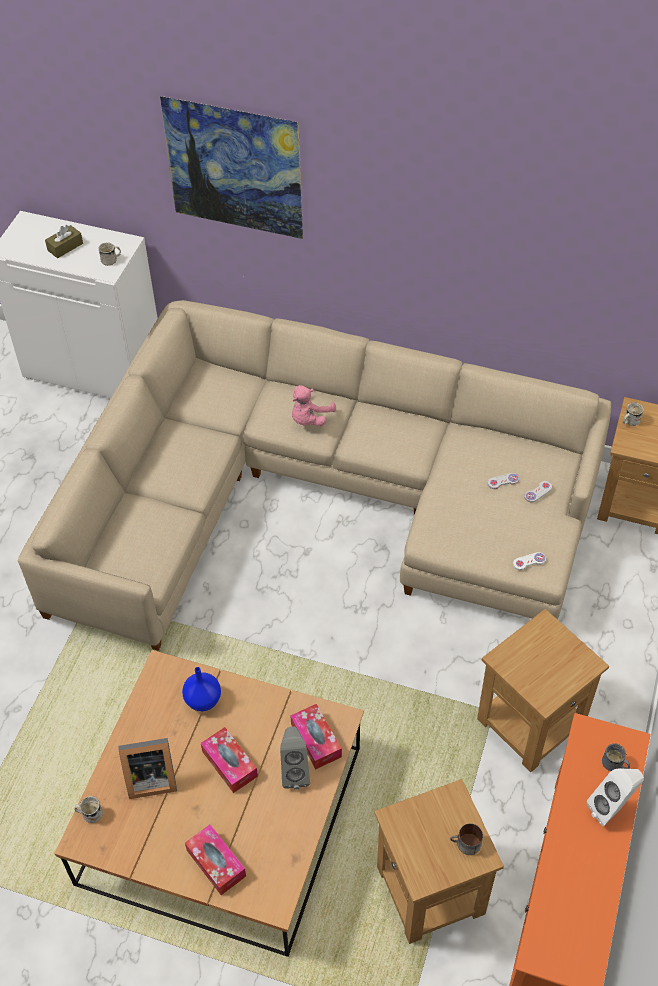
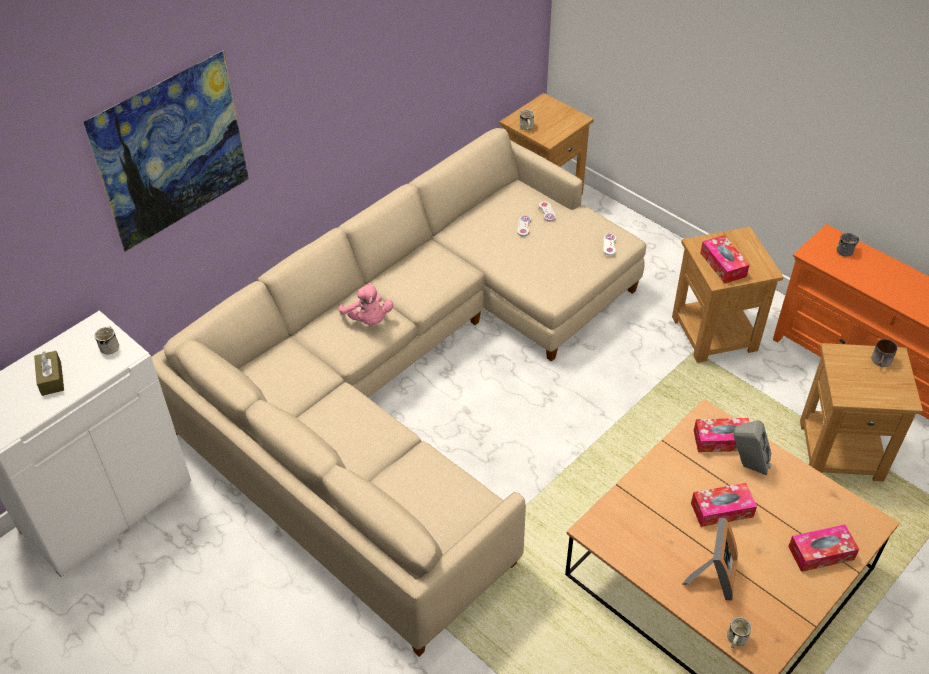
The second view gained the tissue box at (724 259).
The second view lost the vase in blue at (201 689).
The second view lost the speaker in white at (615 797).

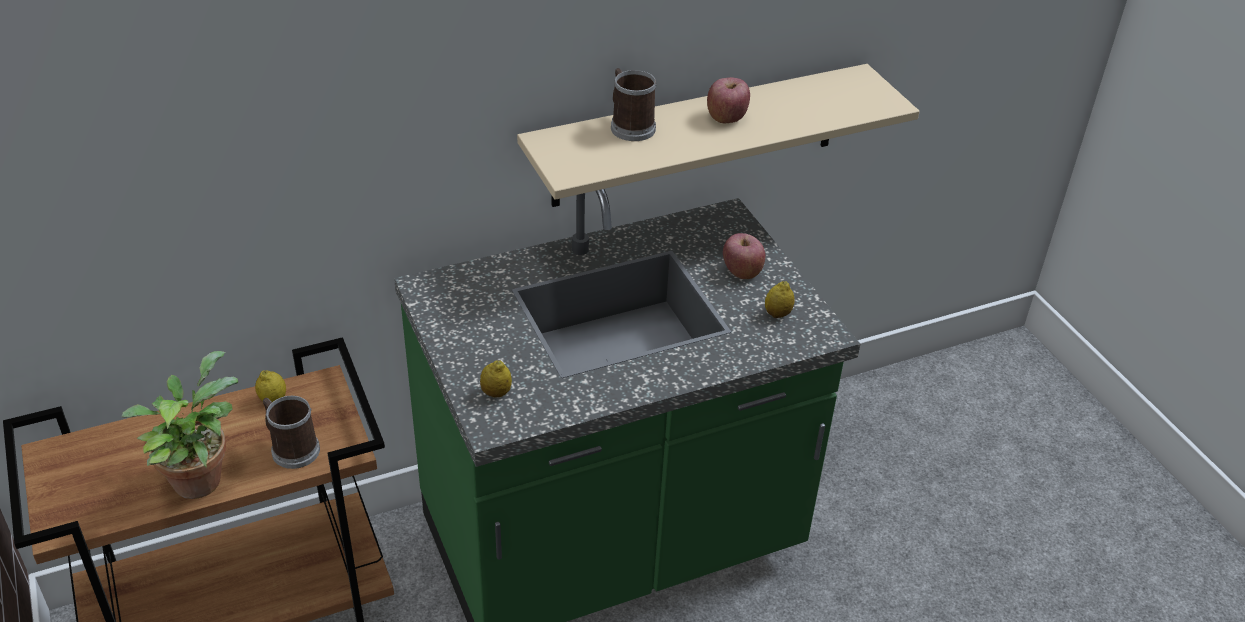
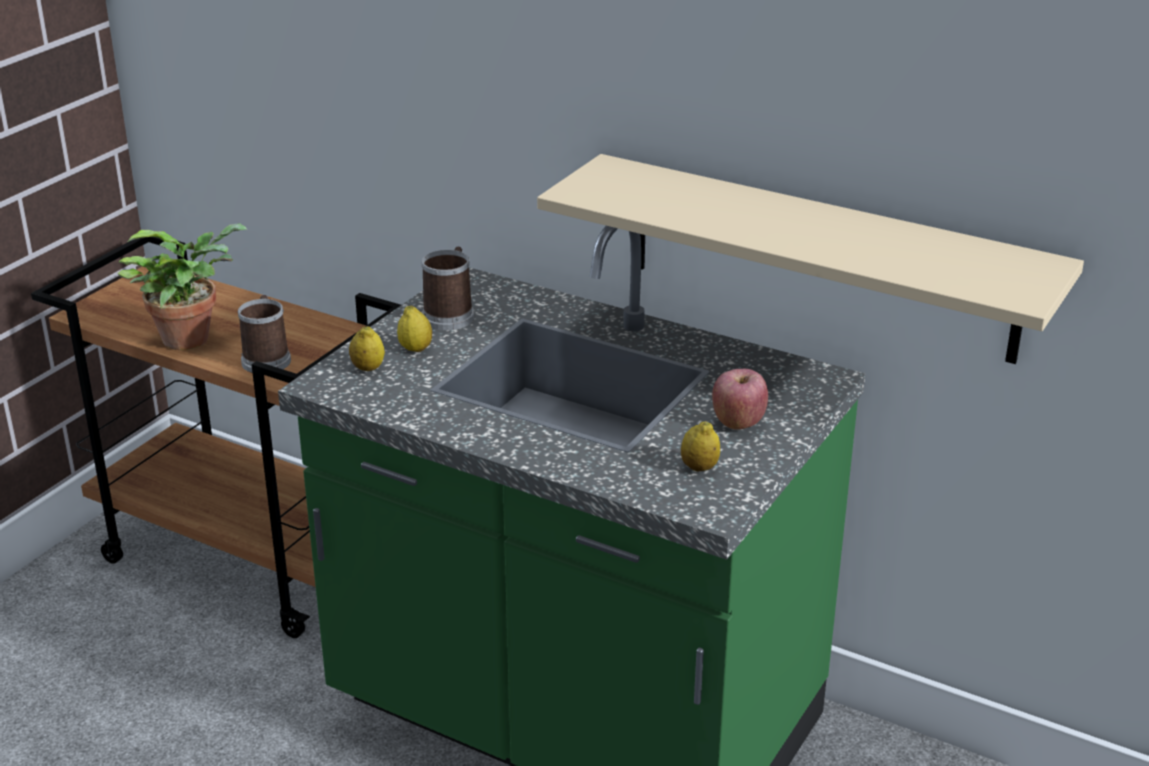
The lemon ended up elsewhere, having gone from (270 386) to (414 329).
The mug ended up elsewhere, having gone from (634 104) to (448 288).
The second view lost the apple at (728 100).

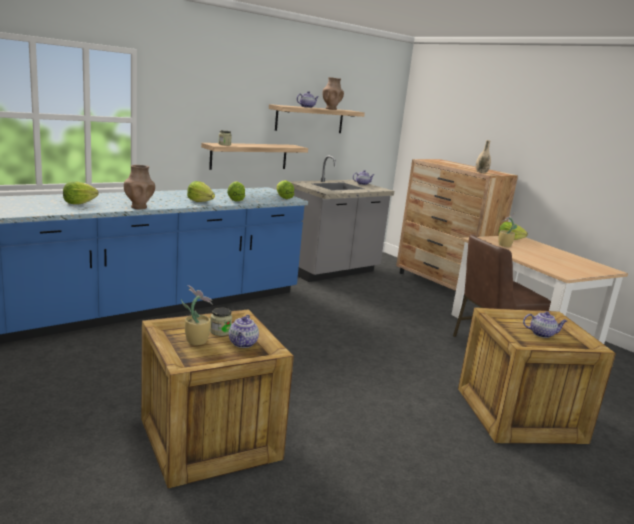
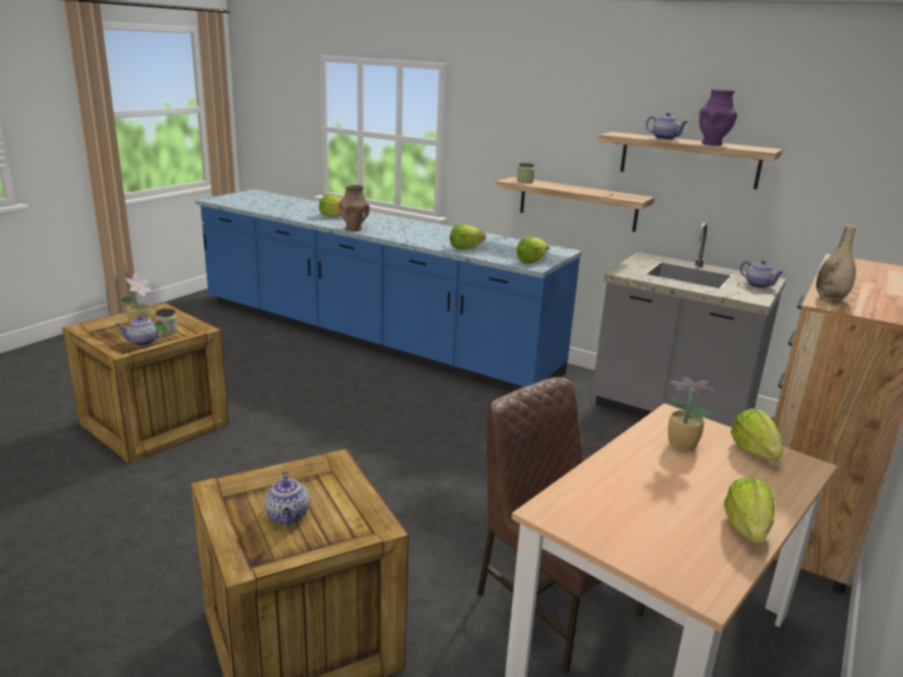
What was the vase in brown at (333 93) turned into the vase in purple at (718 117).
The lettuce ended up elsewhere, having gone from (201 191) to (749 510).

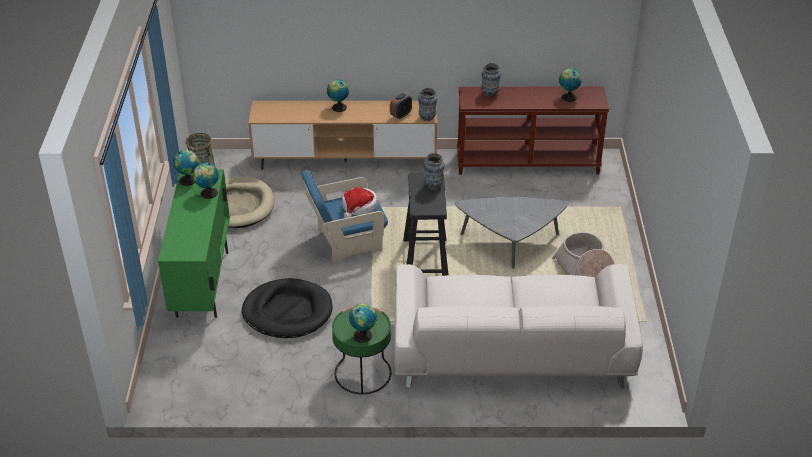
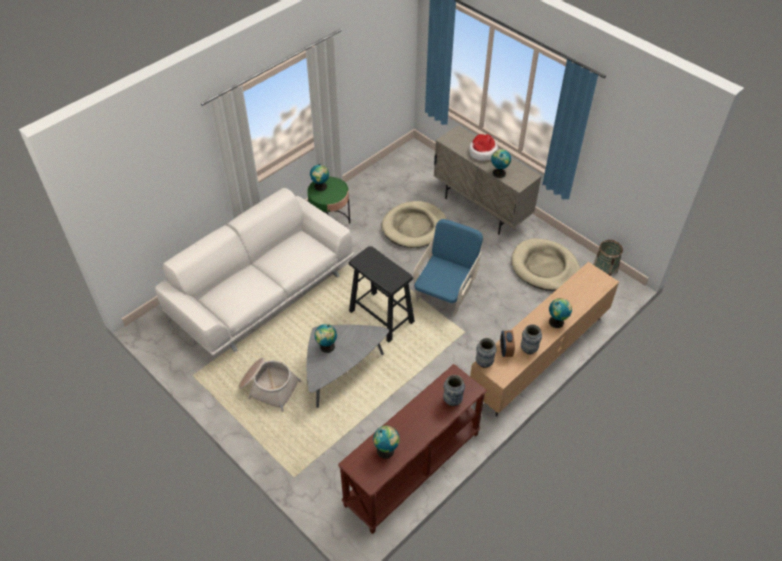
The globe ended up elsewhere, having gone from (186 168) to (326 338).
What was the dog bed in black at (287 308) turned into the dog bed in beige at (414 224).
What was the cabinet in green at (194 243) turned into the cabinet in beige at (488 180).
The hat ended up elsewhere, having gone from (360 202) to (483 147).
The vase ended up elsewhere, having gone from (434 171) to (531 339).

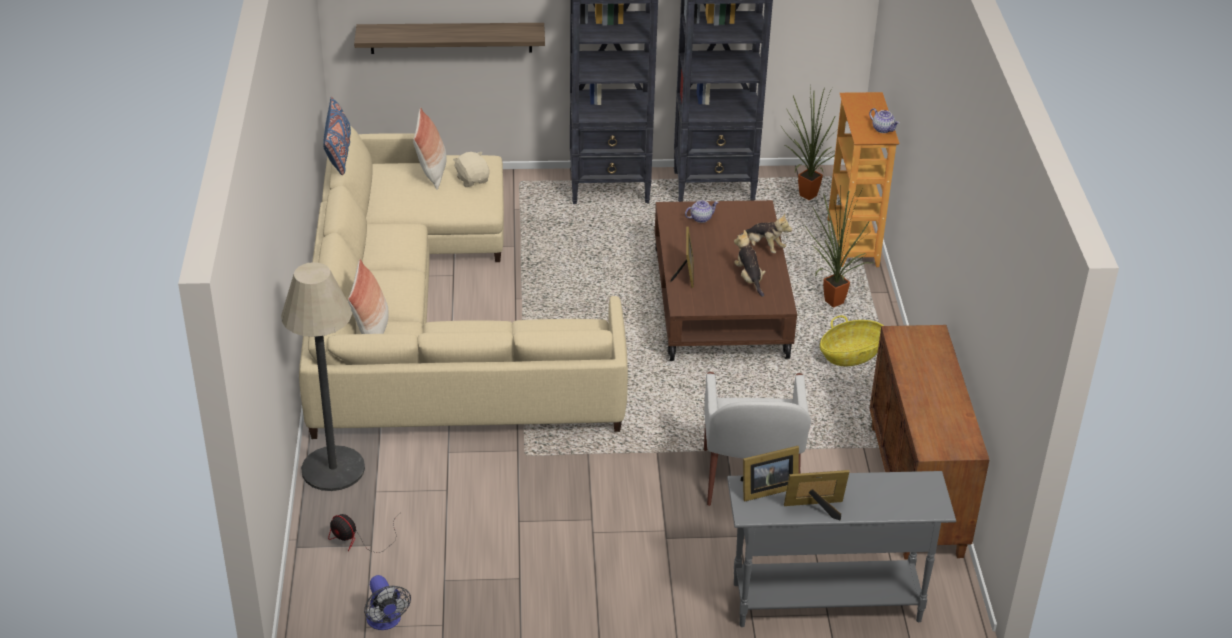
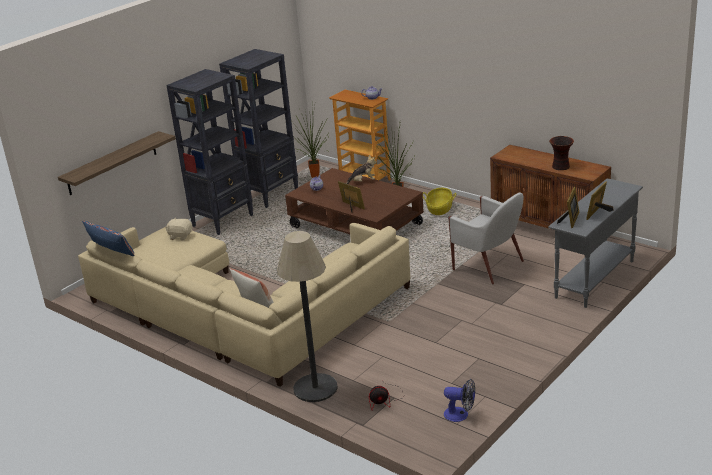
The second view gained the vase at (561 153).
The second view lost the pillow at (430 149).
The second view lost the plush toy at (749 263).

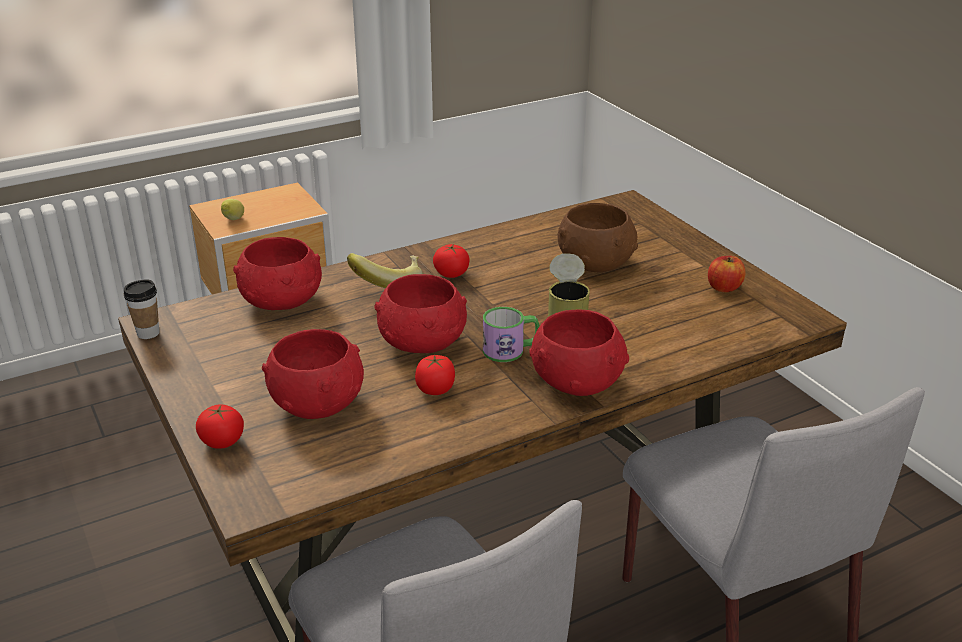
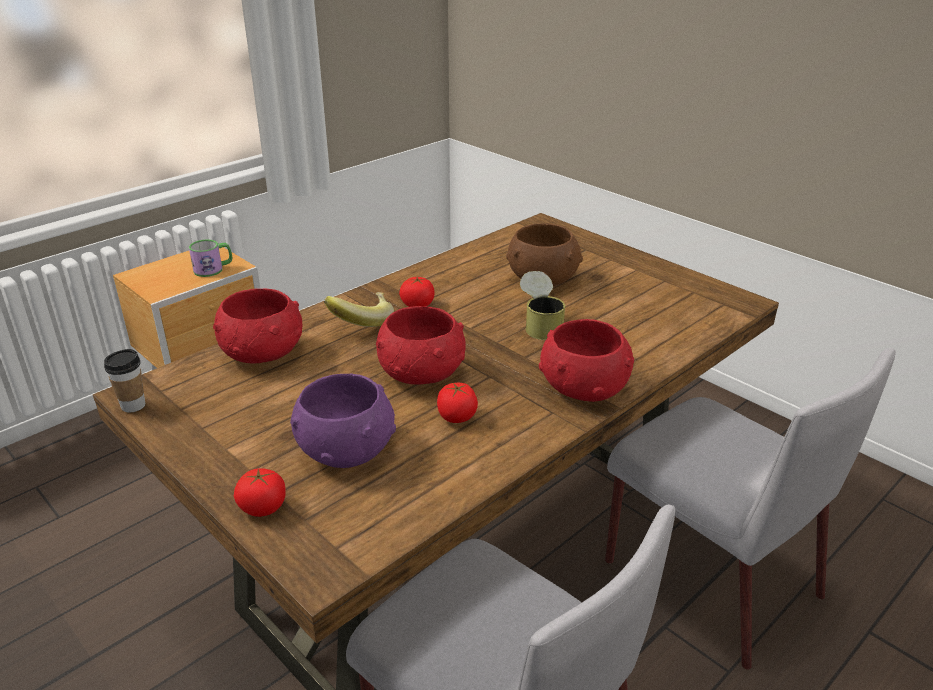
The mug ended up elsewhere, having gone from (511 334) to (210 258).
What was the bowl in red at (313 374) turned into the bowl in purple at (343 421).
The second view lost the lemon at (232 209).
The second view lost the apple at (727 274).

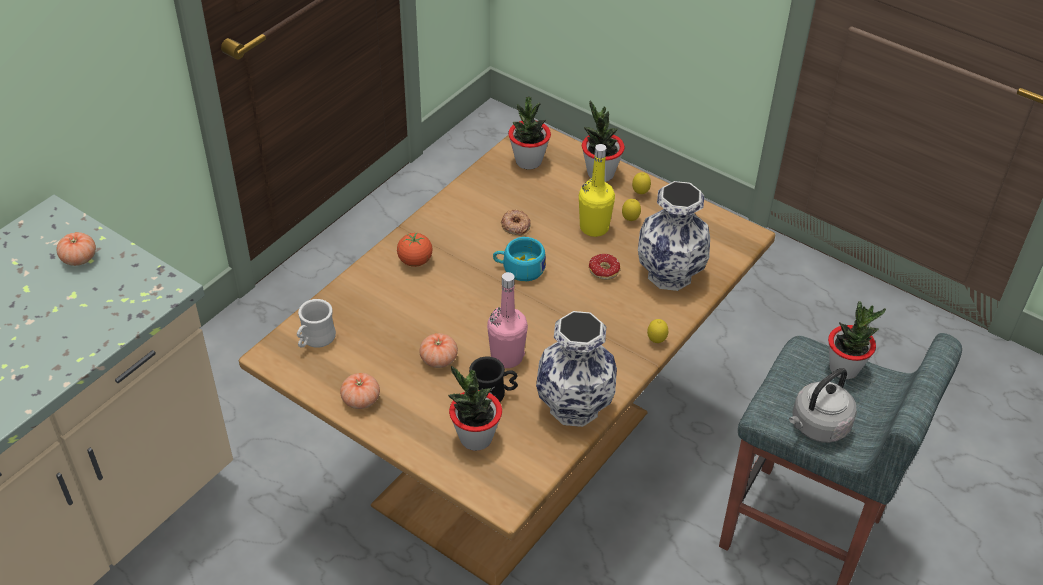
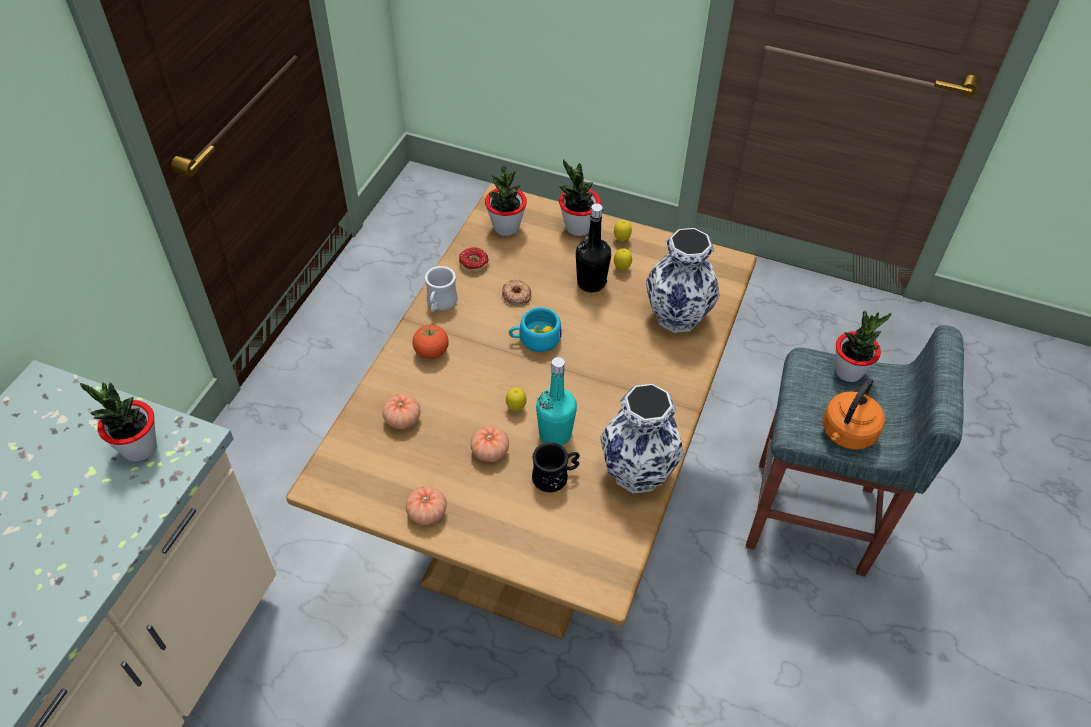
The potted plant ended up elsewhere, having gone from (475 408) to (118 422).
The tomato ended up elsewhere, having gone from (76 249) to (401 411).
The mug in white ended up elsewhere, having gone from (316 323) to (441 289).
The donut ended up elsewhere, having gone from (605 267) to (474 259).
The lemon ended up elsewhere, having gone from (657 331) to (516 399).
What was the bottle in pink at (507 320) turned into the bottle in turquoise at (556 401).
What was the bottle in yellow at (597 190) turned into the bottle in black at (593 248).
What was the kettle in grey at (823 405) turned into the kettle in orange at (854 414).

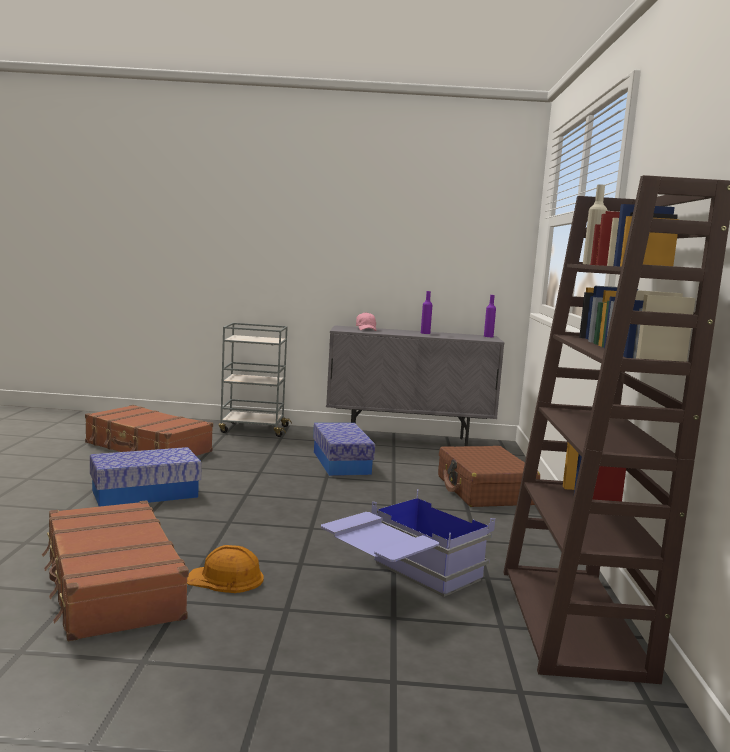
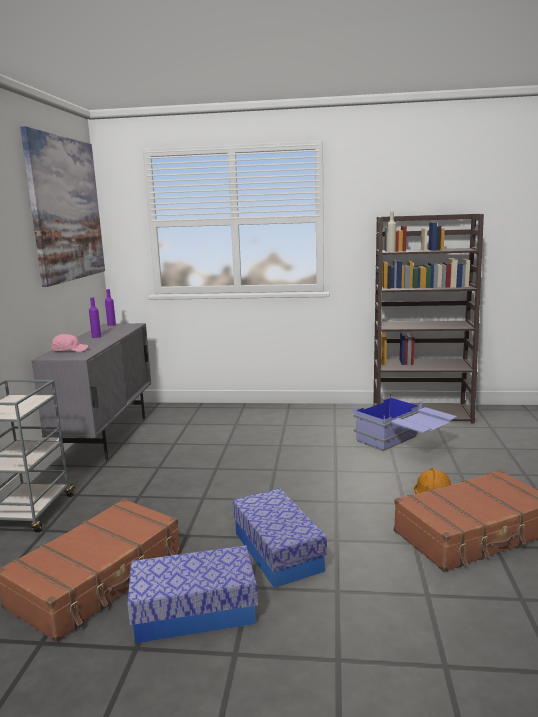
The second view gained the picture at (62 206).
The storage box ended up elsewhere, having gone from (344 449) to (192 594).
The second view lost the suitcase in brown at (489 476).

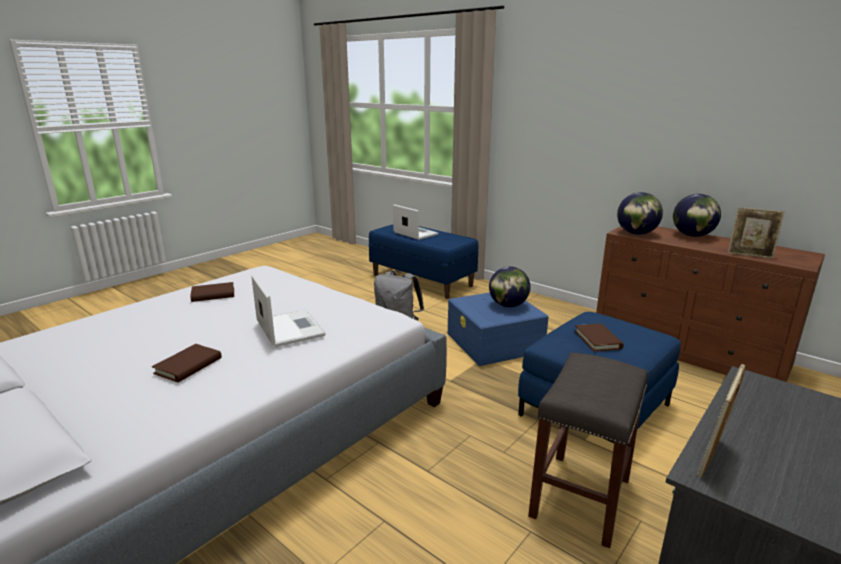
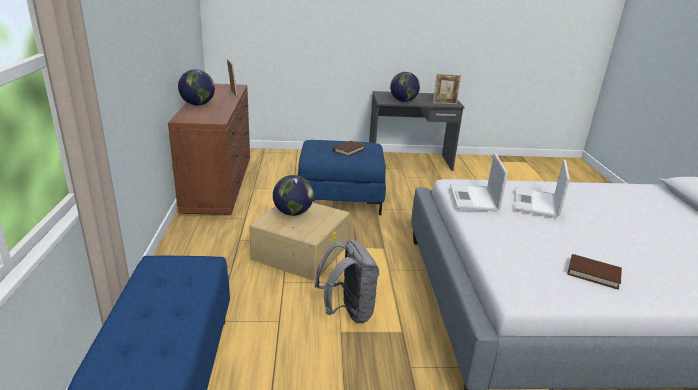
What was the storage box in blue at (498 329) turned into the storage box in beige at (299 241).
The globe ended up elsewhere, having gone from (640 213) to (405 87).
The laptop ended up elsewhere, having gone from (416 222) to (479 182).
The second view lost the book in brown at (187 363).
The second view lost the stool in grey at (587 450).

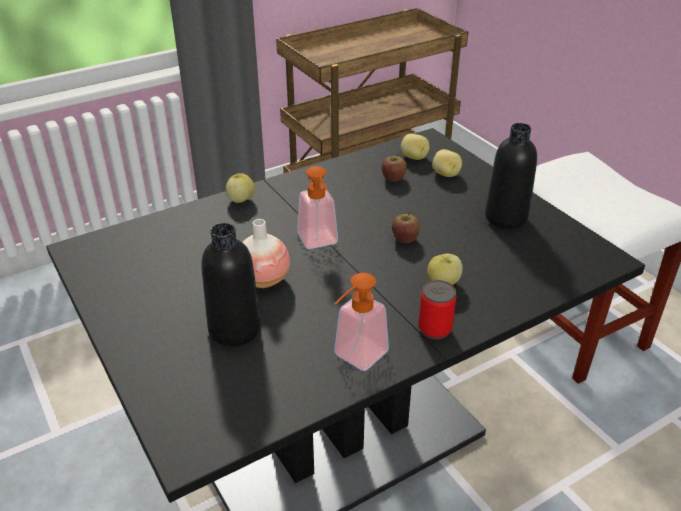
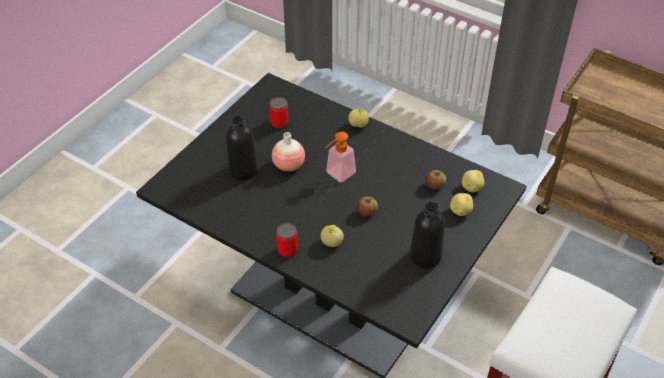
The second view gained the can at (279 112).
The second view lost the soap dispenser at (361 322).

